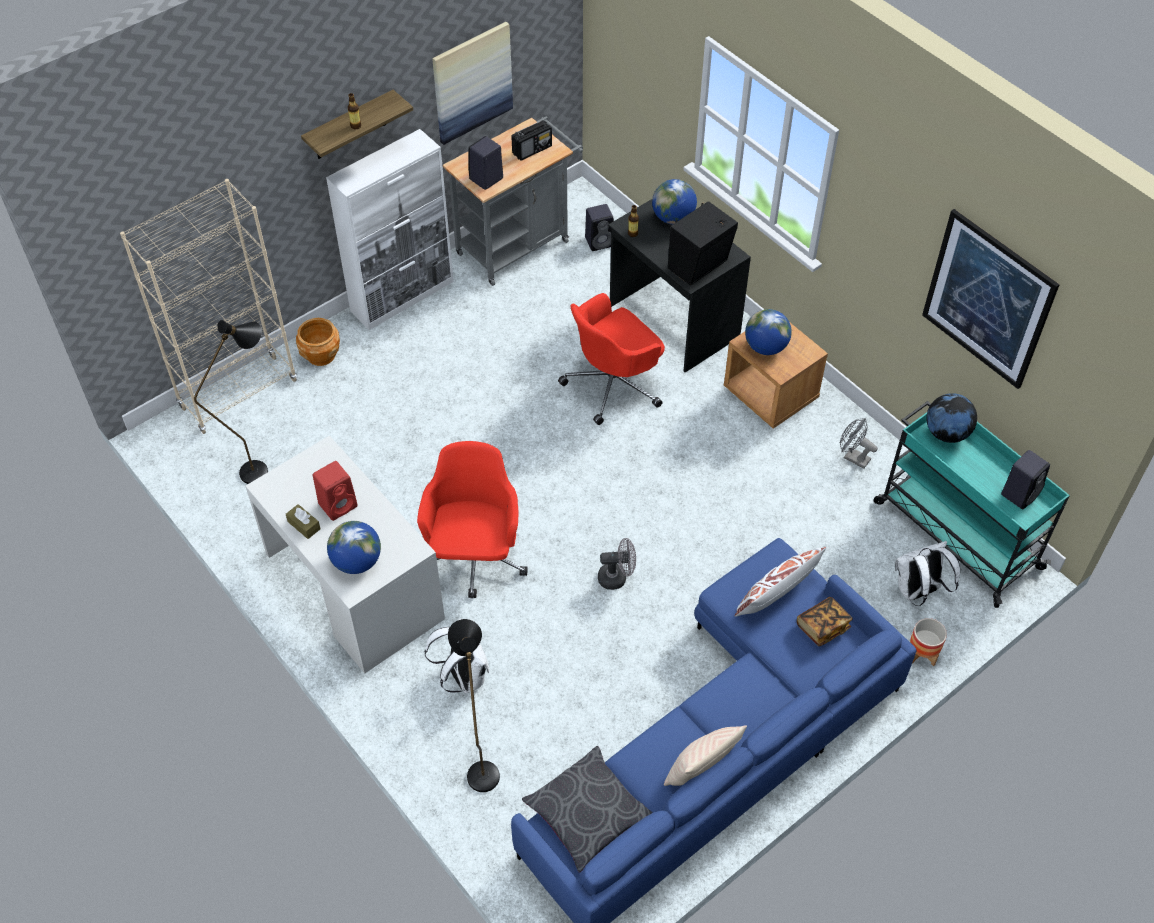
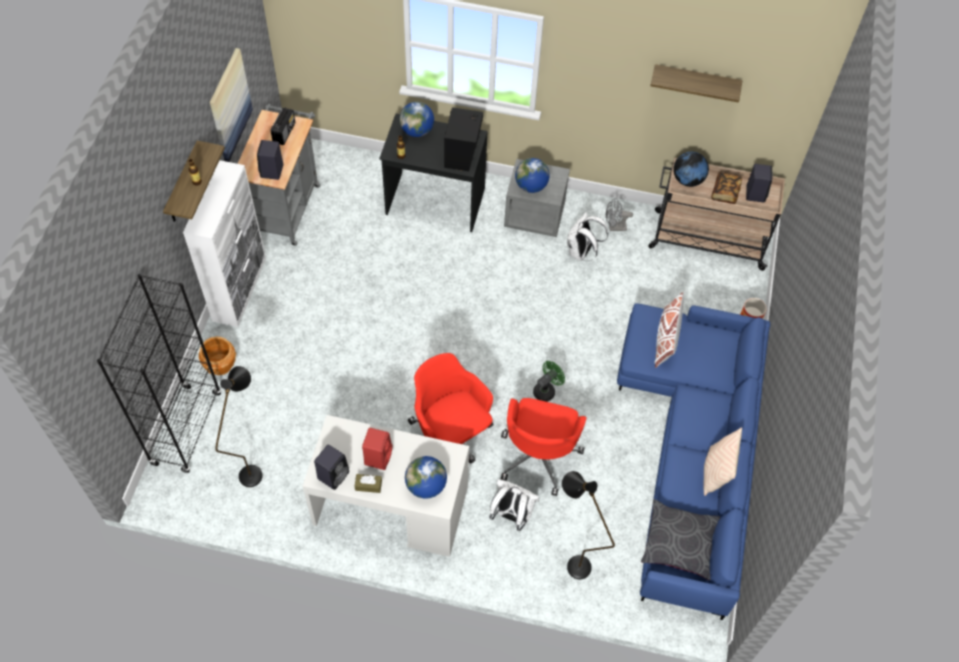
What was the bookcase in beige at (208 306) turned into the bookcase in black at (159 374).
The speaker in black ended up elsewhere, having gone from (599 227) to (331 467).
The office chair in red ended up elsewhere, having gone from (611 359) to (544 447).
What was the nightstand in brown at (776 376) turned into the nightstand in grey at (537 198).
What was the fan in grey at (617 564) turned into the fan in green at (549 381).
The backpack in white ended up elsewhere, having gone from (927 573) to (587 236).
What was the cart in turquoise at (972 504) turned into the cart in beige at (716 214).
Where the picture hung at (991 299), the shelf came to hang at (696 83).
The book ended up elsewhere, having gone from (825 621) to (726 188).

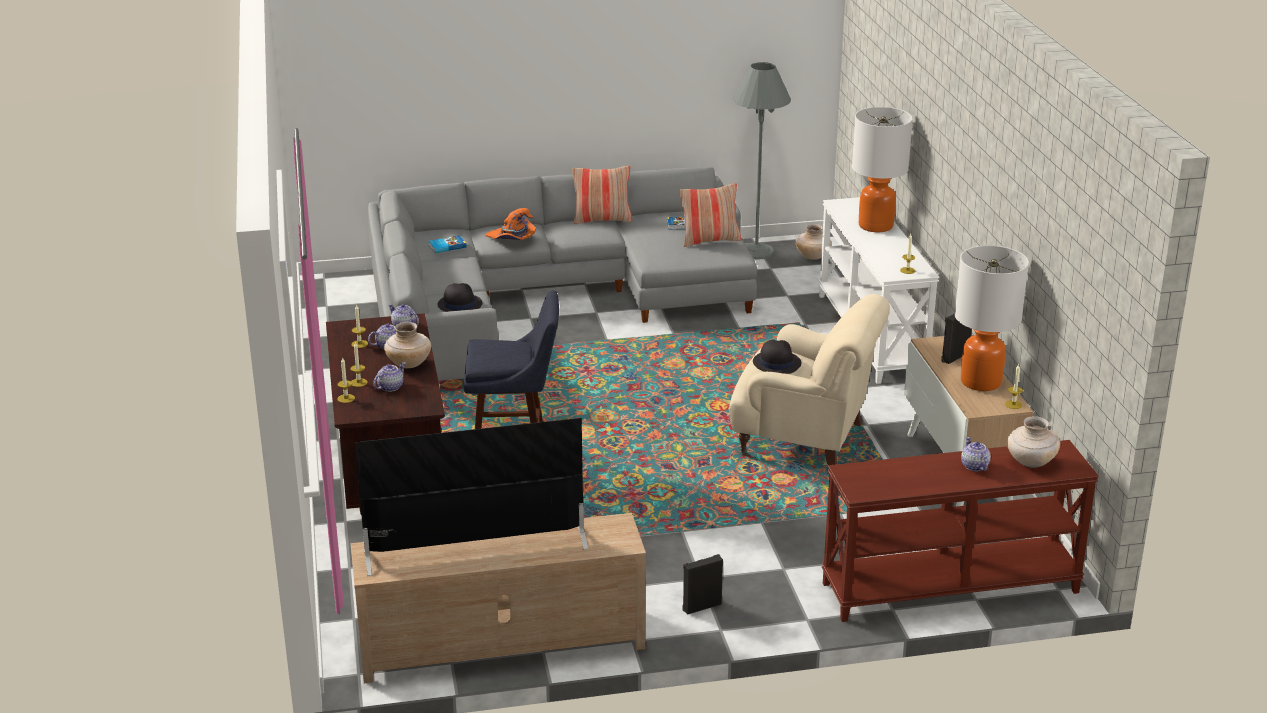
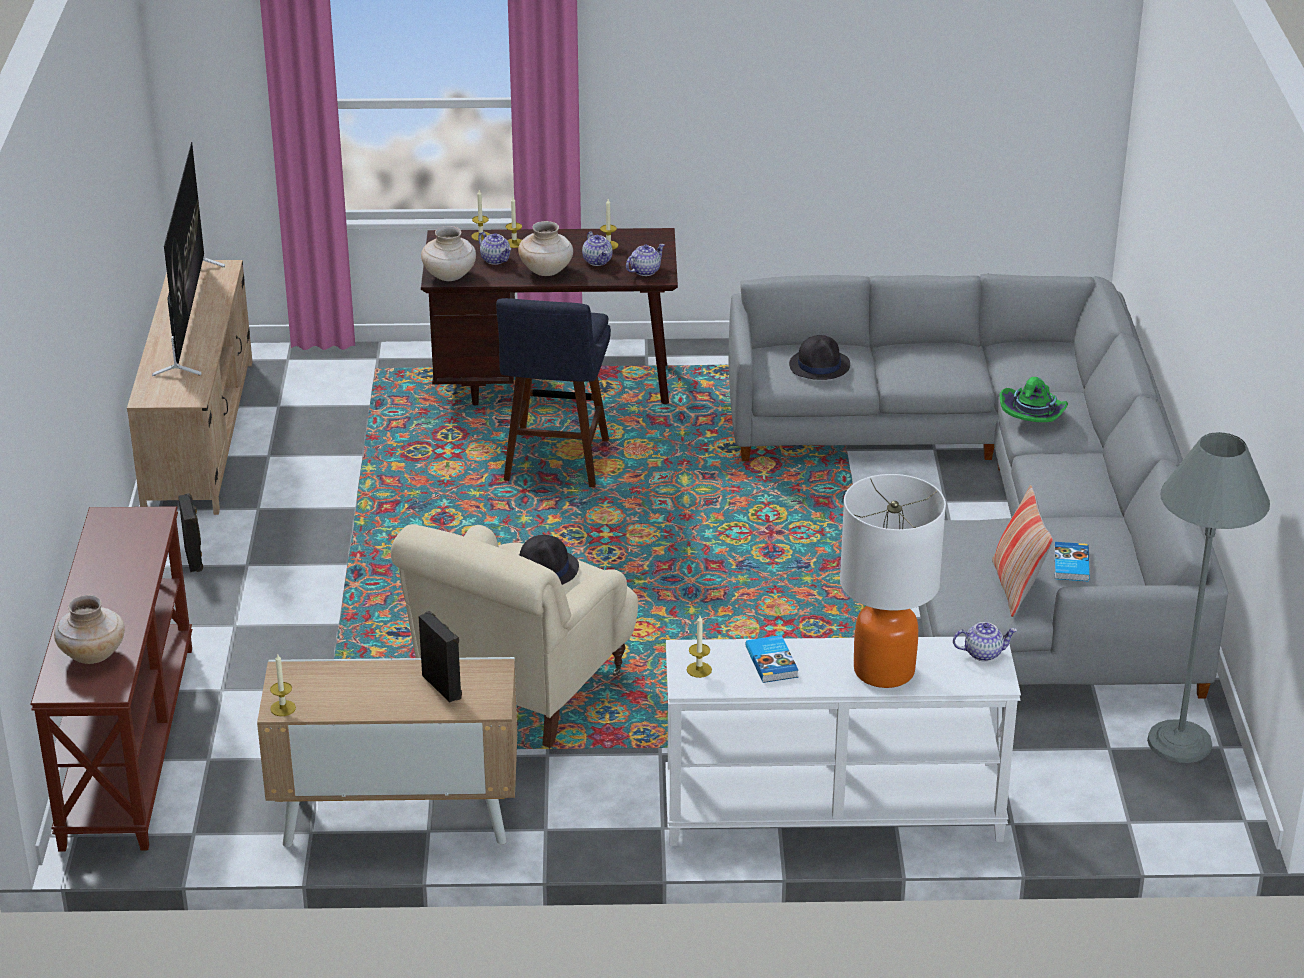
The vase in beige ended up elsewhere, having gone from (813 242) to (448 253).
The book ended up elsewhere, having gone from (448 244) to (772 659).
The teapot ended up elsewhere, having gone from (976 454) to (985 641).
What was the hat in orange at (510 224) turned into the hat in green at (1033 399).
The second view lost the pillow at (602 195).
The second view lost the table lamp at (992 318).

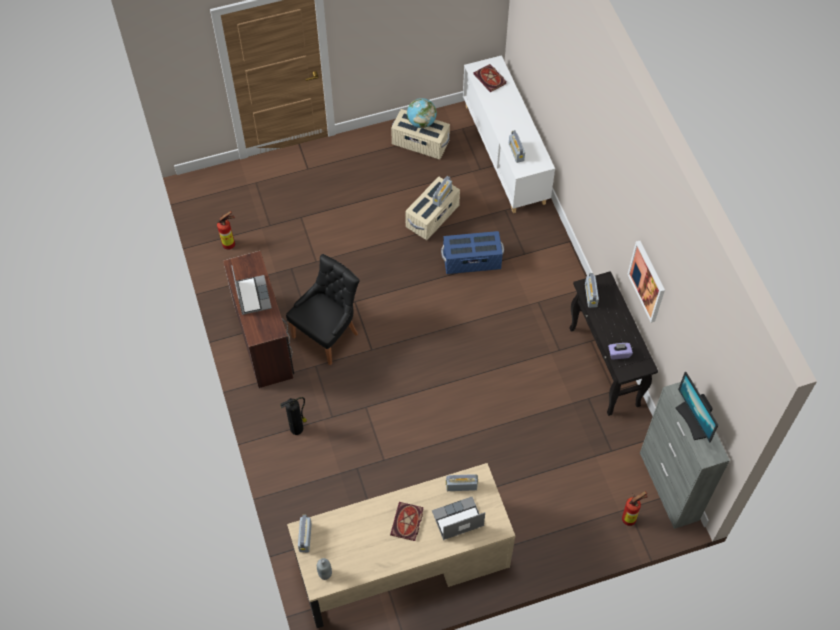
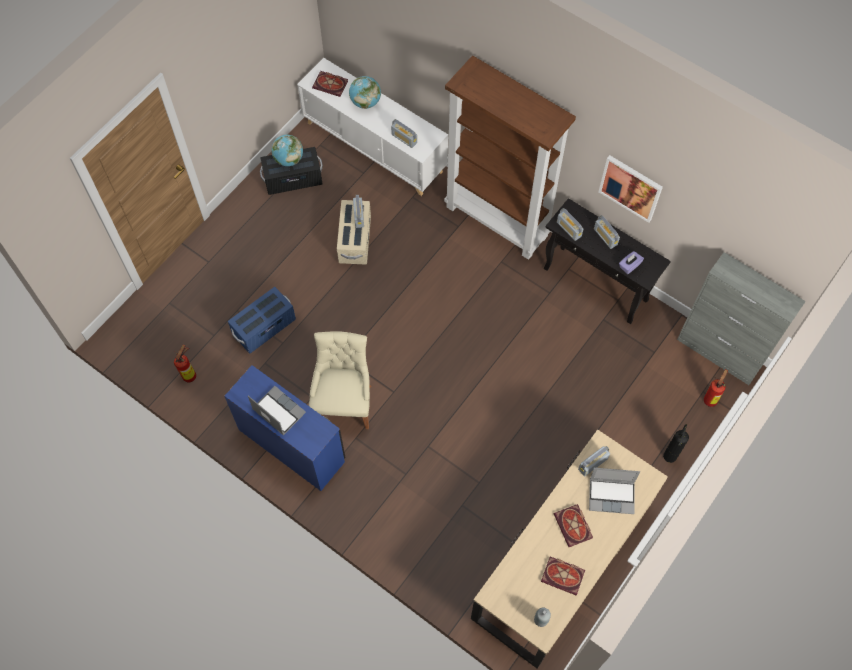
What was the desk in brown at (258 319) turned into the desk in blue at (285 428).
The storage box in blue ended up elsewhere, having gone from (472 252) to (262 320).
What was the storage box in beige at (420 134) turned into the storage box in black at (291 171).
What was the chair in black at (322 309) turned into the chair in beige at (340 380).
The second view gained the globe at (365 92).
The second view gained the bookcase in brown at (510 157).
The second view gained the book at (563 576).
The laptop at (458 518) ended up facing another way, 120 degrees counterclockwise from before.
The radio ended up elsewhere, having gone from (305 533) to (607 232).
The fire extinguisher ended up elsewhere, having gone from (293 416) to (676 443).
The second view lost the monitor at (696 407).

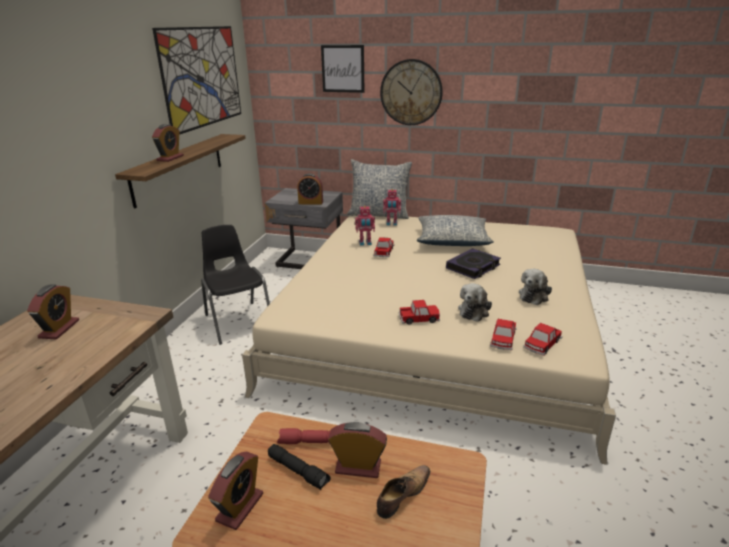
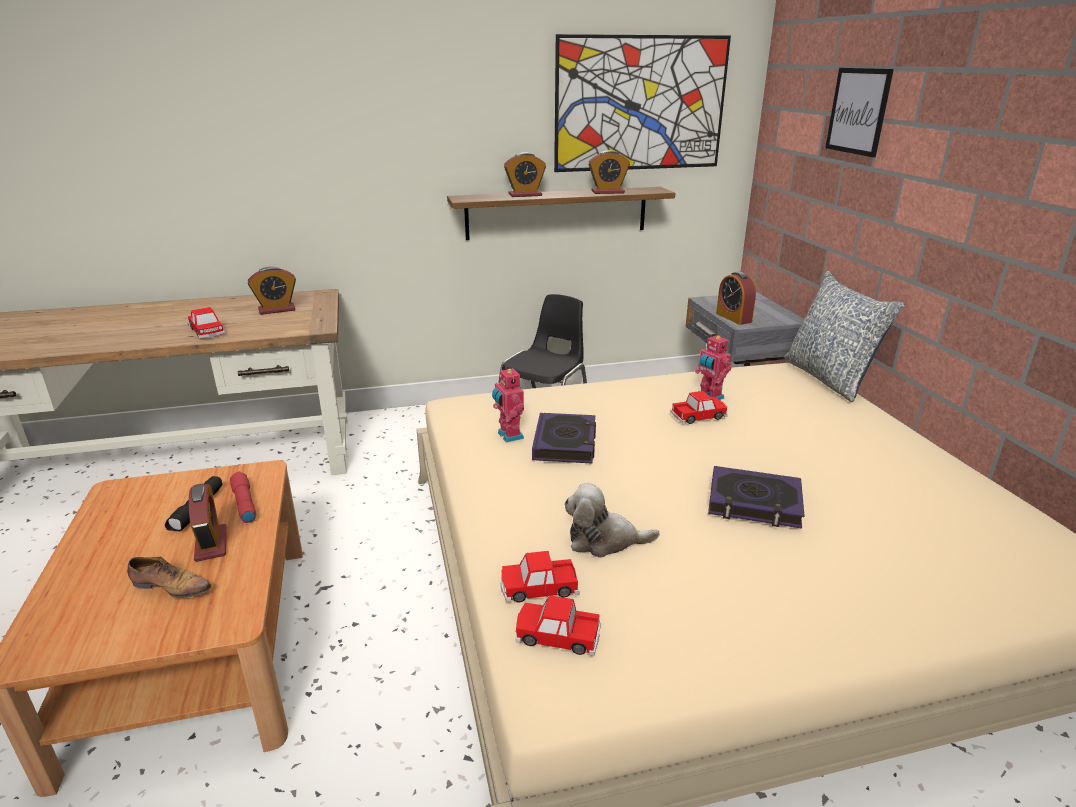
The toy car ended up elsewhere, having gone from (419 312) to (206 322).
The toy robot ended up elsewhere, having gone from (392 207) to (508 405).
The second view gained the book at (564 438).
The alarm clock ended up elsewhere, having gone from (235 491) to (609 172).
The second view lost the wall clock at (411 92).
The second view lost the pillow at (455 230).
The second view lost the plush toy at (535 287).

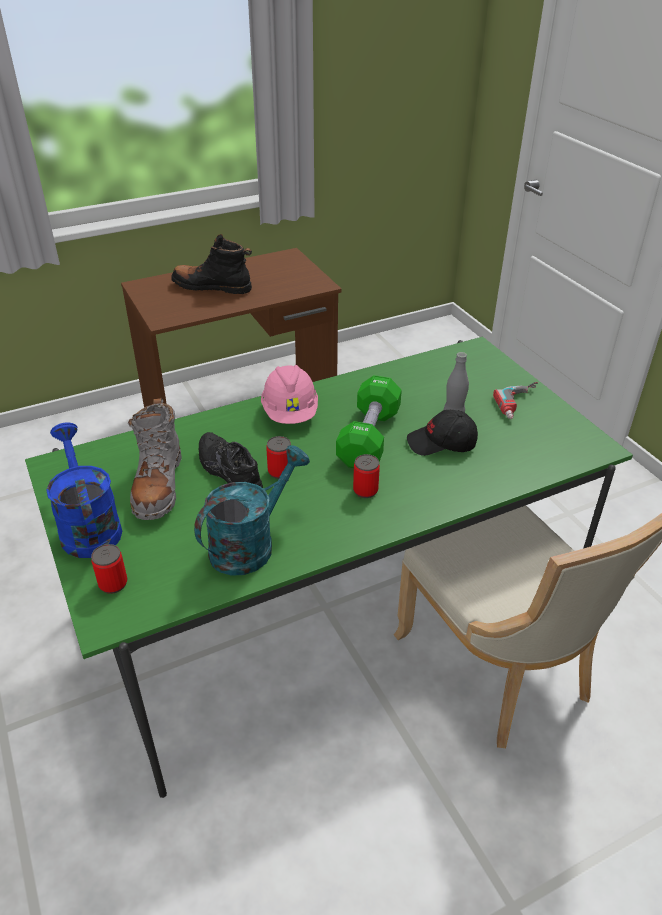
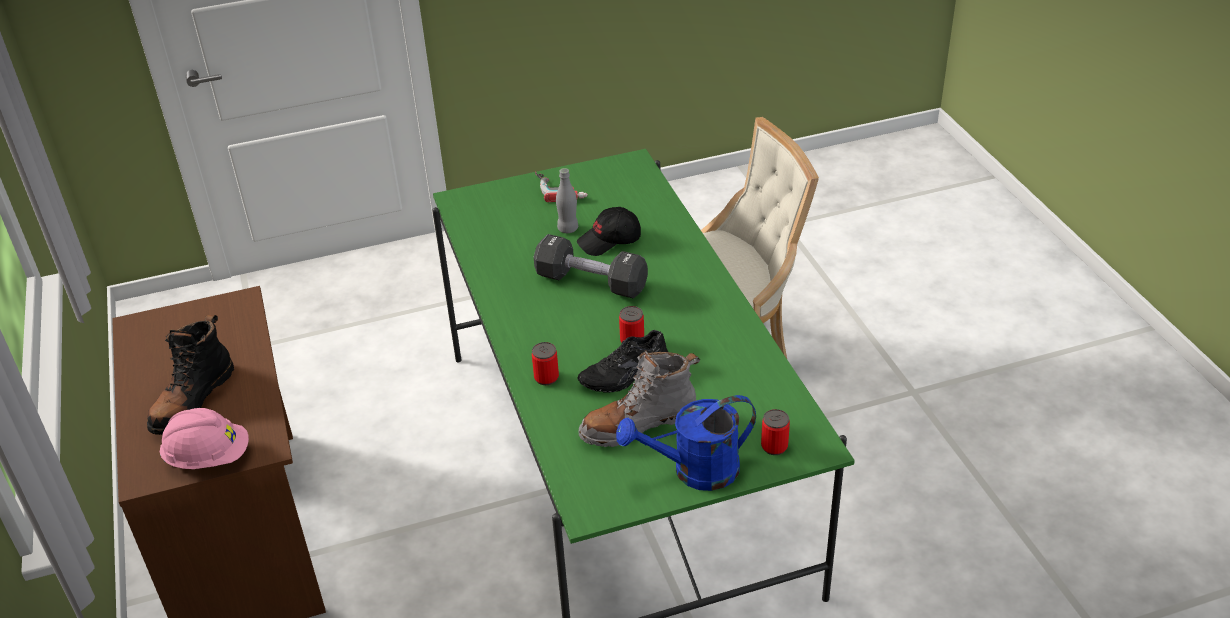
The hard hat in pink ended up elsewhere, having gone from (289 394) to (204 438).
The can ended up elsewhere, having gone from (366 476) to (545 363).
What was the dumbbell in green at (369 421) turned into the dumbbell in black at (591 266).
The cap in black at (442 433) ended up facing another way, 60 degrees clockwise from before.
The boot in grey at (155 459) ended up facing another way, 150 degrees clockwise from before.
The second view lost the watering can in turquoise at (252 510).

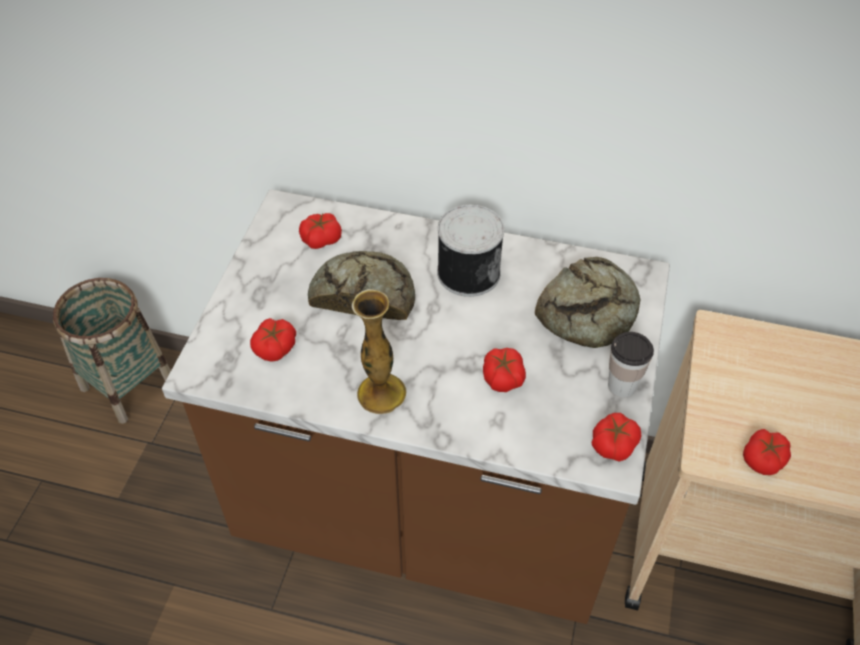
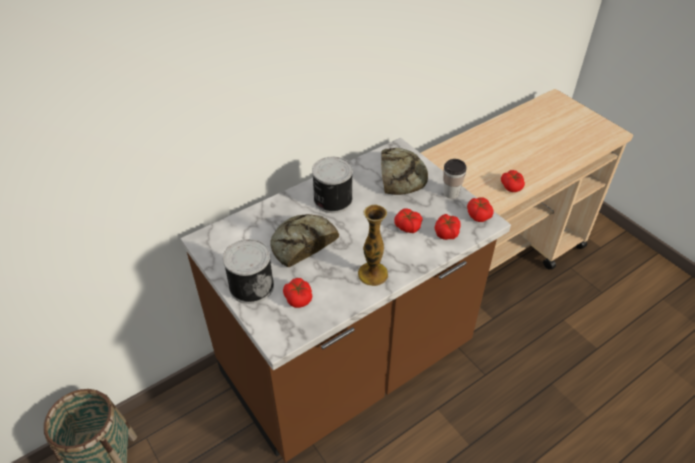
The second view gained the can at (248 271).
The tomato ended up elsewhere, having gone from (320 231) to (448 227).

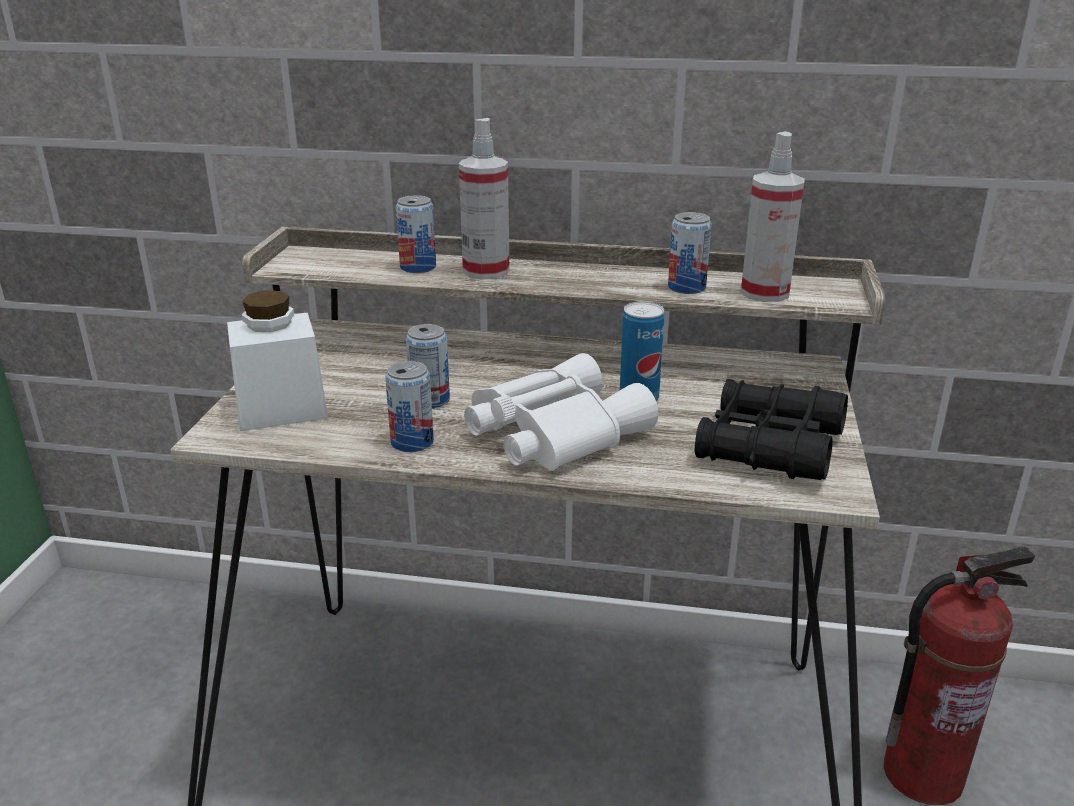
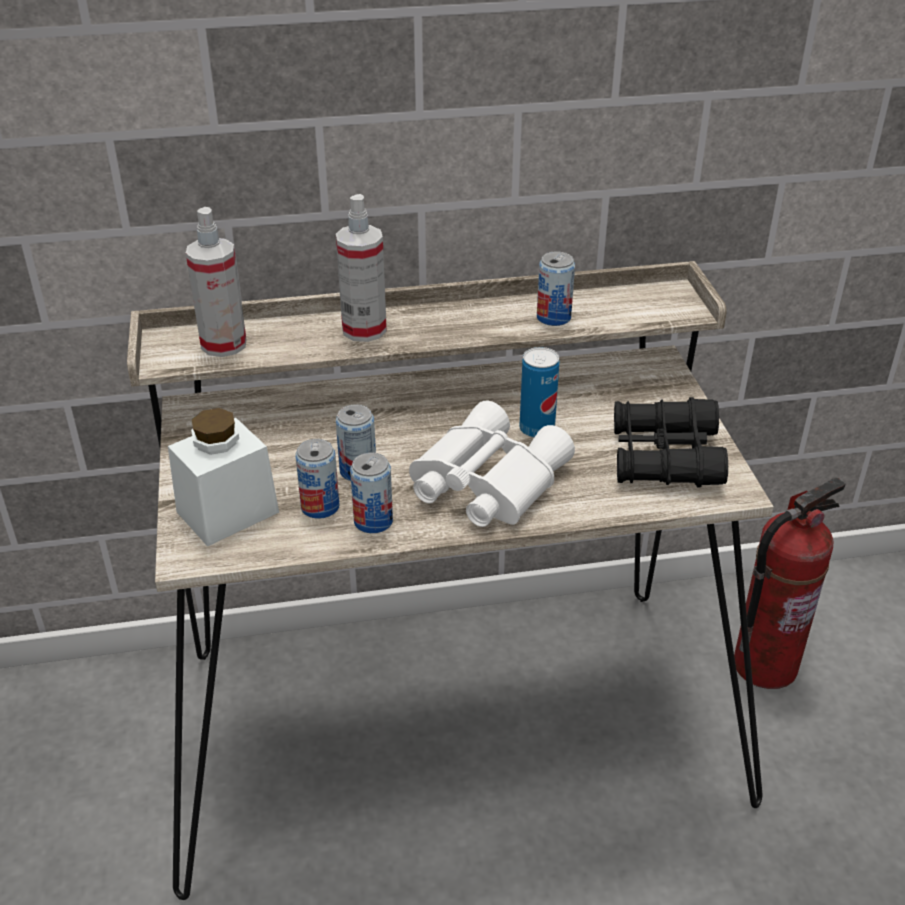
The spray bottle ended up elsewhere, having gone from (773 217) to (216 282).
The can ended up elsewhere, having gone from (416 234) to (317 479).

